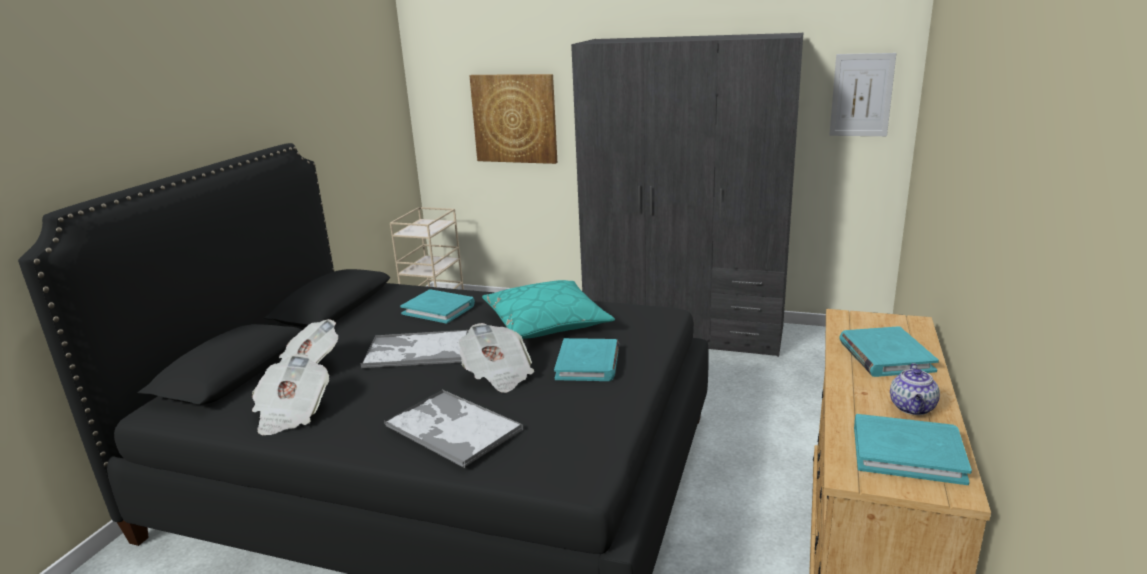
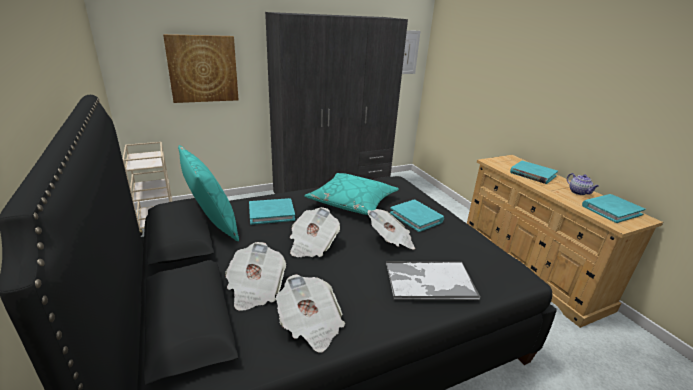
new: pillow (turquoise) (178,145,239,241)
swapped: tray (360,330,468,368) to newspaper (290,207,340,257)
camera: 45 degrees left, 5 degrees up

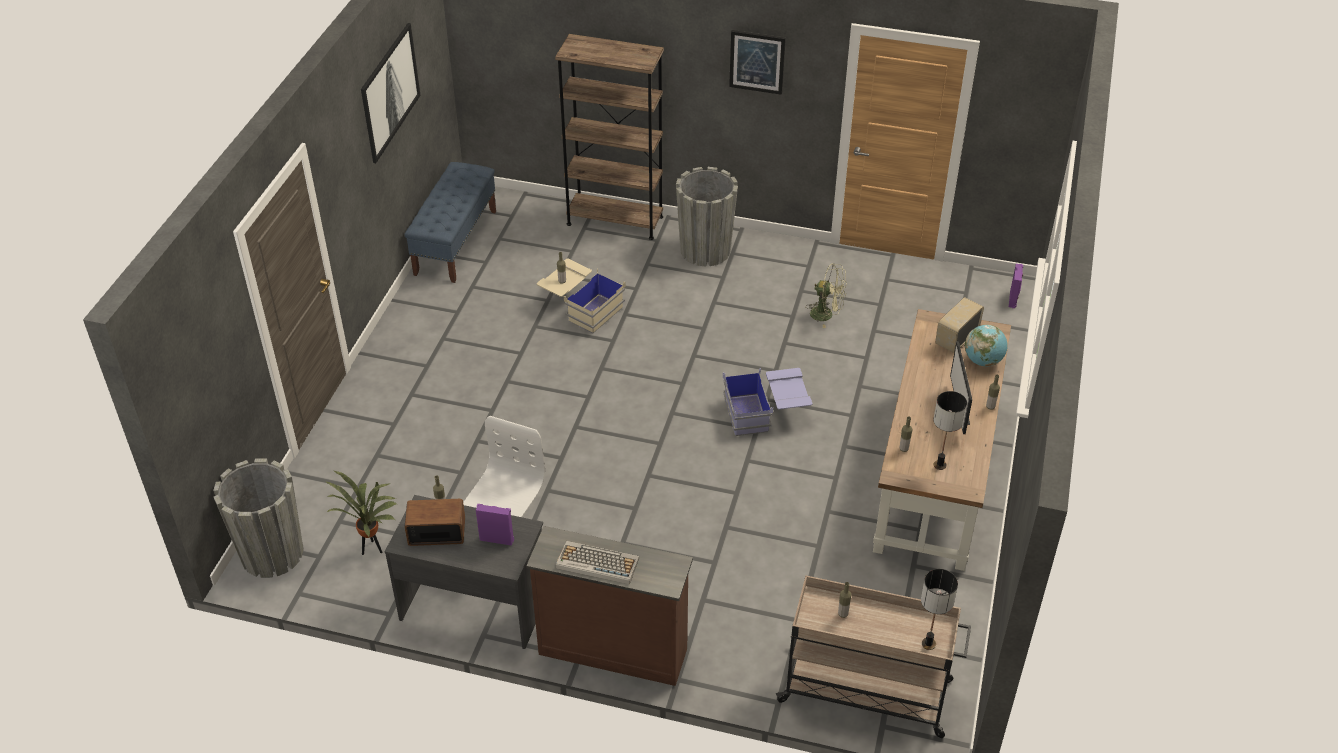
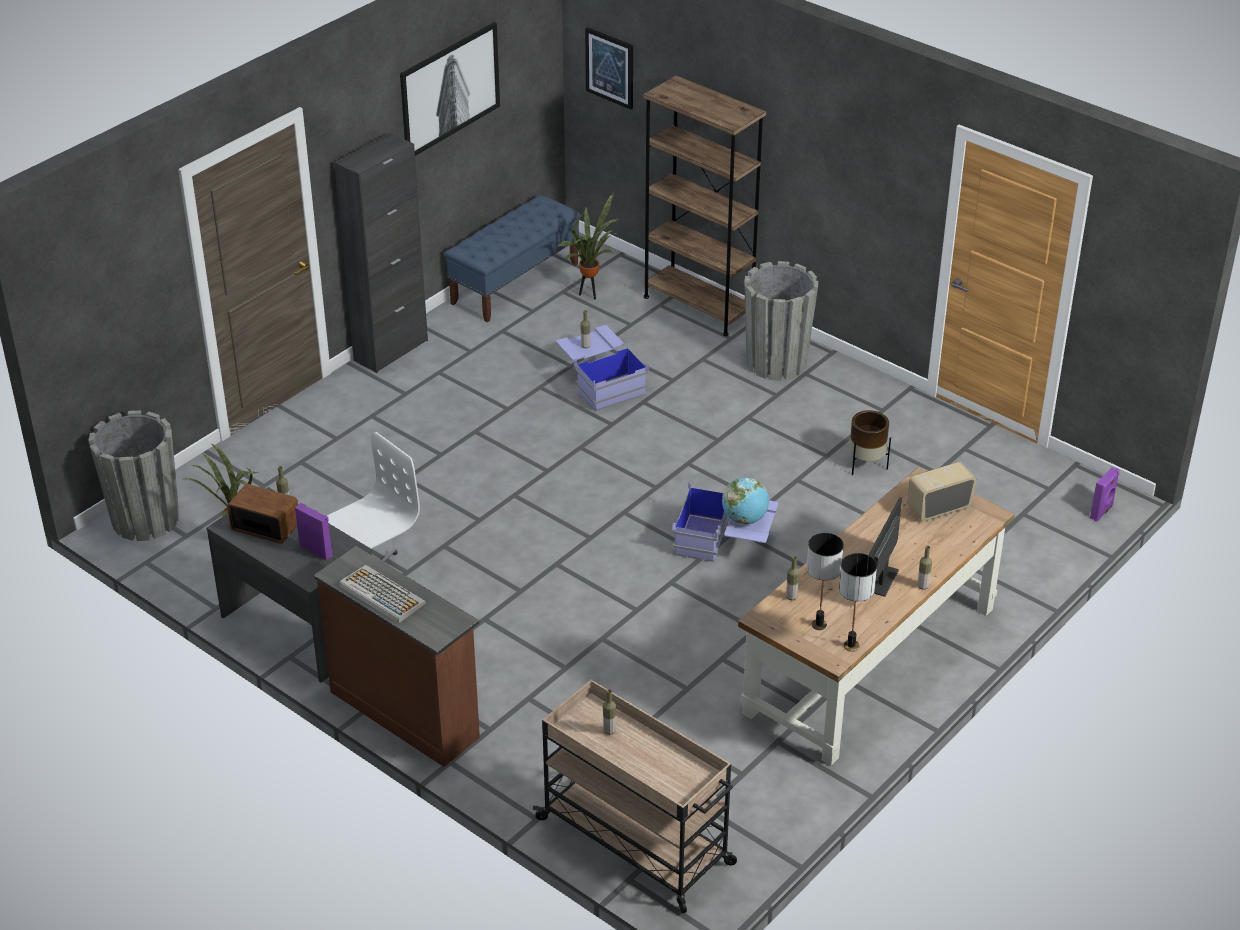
new: cabinet (black) (334,133,428,373); potted plant (557,193,619,299)
shifted: picture (729,30,786,95) to (585,27,633,110); table lamp (921,569,958,650) to (839,553,877,651); globe (965,325,1008,367) to (722,478,769,524)
swapped: fan (green) (805,263,847,328) to planter (brown) (849,410,891,475)
repainted: storage box (beige) (537,259,626,333) to storage box (blue) (556,325,649,411)
camera: 25 degrees right, 5 degrees down

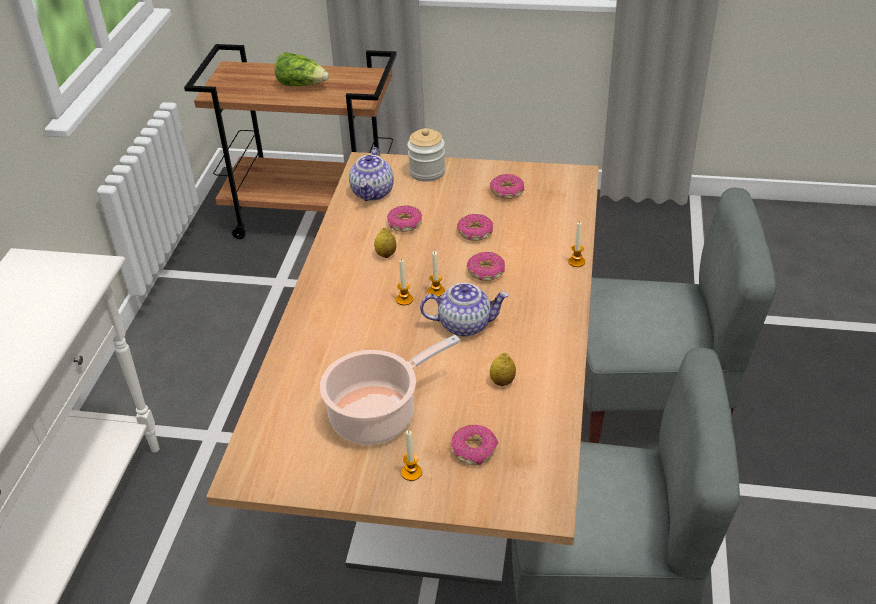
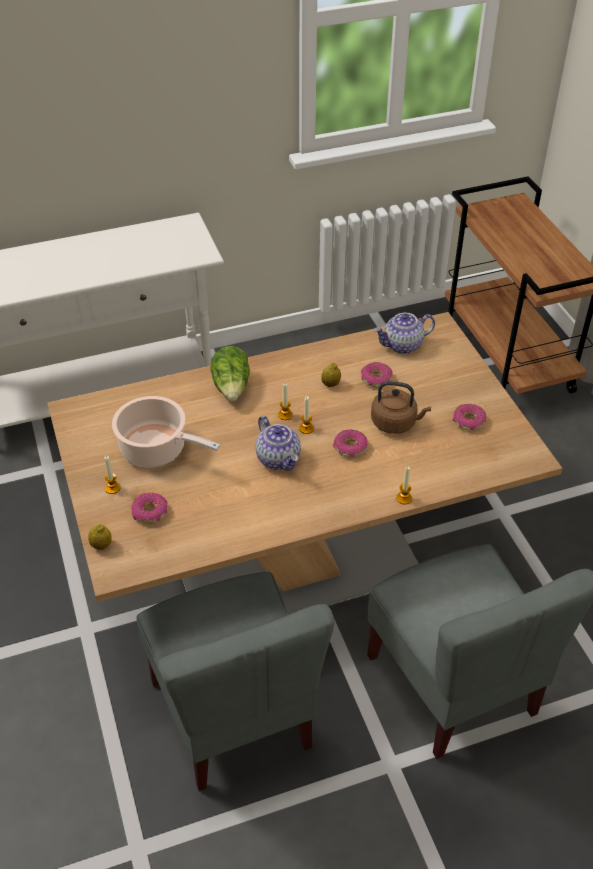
gone: jar (407,128,446,182)
shifted: lettuce (275,52,329,86) to (211,346,250,401); lemon (490,353,516,386) to (88,524,112,550)
swapped: donut (457,214,493,241) to kettle (brown) (371,381,431,434)
camera: 60 degrees right, 5 degrees up

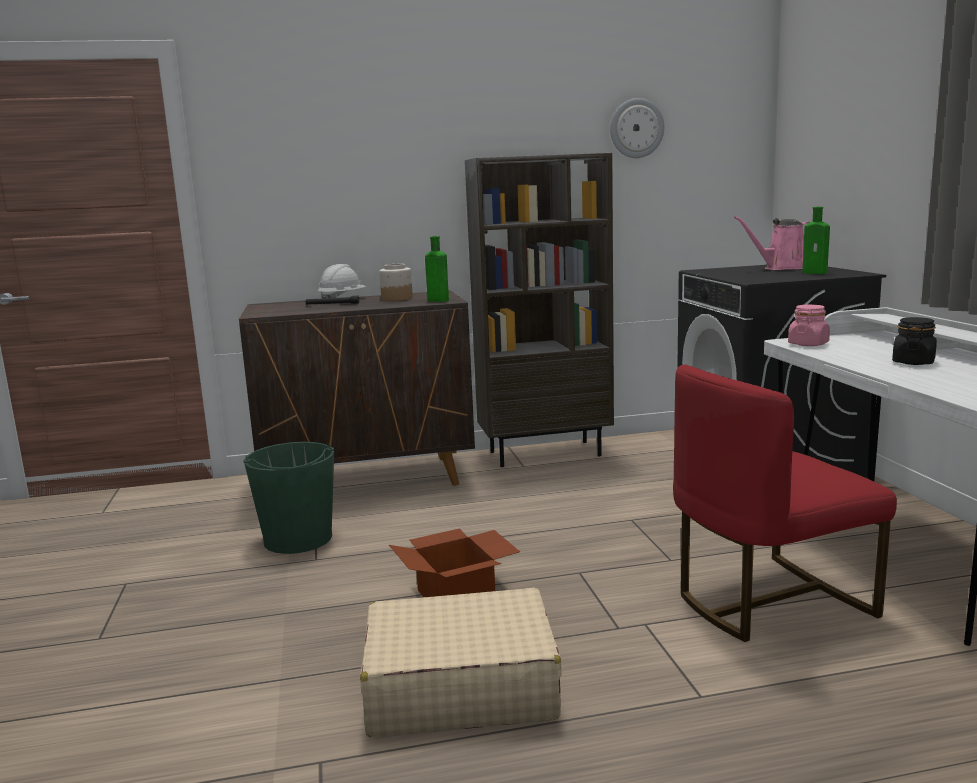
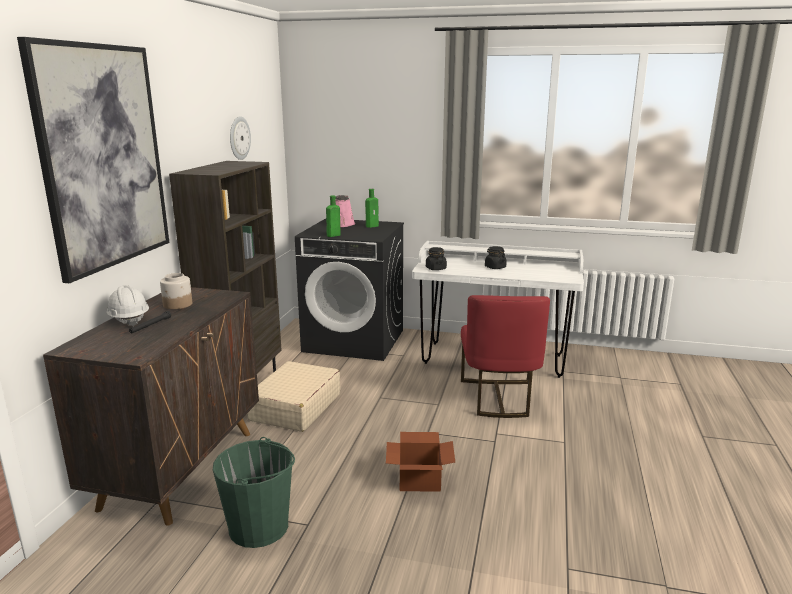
new: picture (17,37,169,283)
shifted: suitcase (beige) (360,588,561,737) to (247,361,340,432); bottle (green) (425,236,449,302) to (326,196,340,237)
repainted: jar (pink) (788,305,830,346) to jar (black) (426,247,447,270)
camera: 65 degrees left, 5 degrees up

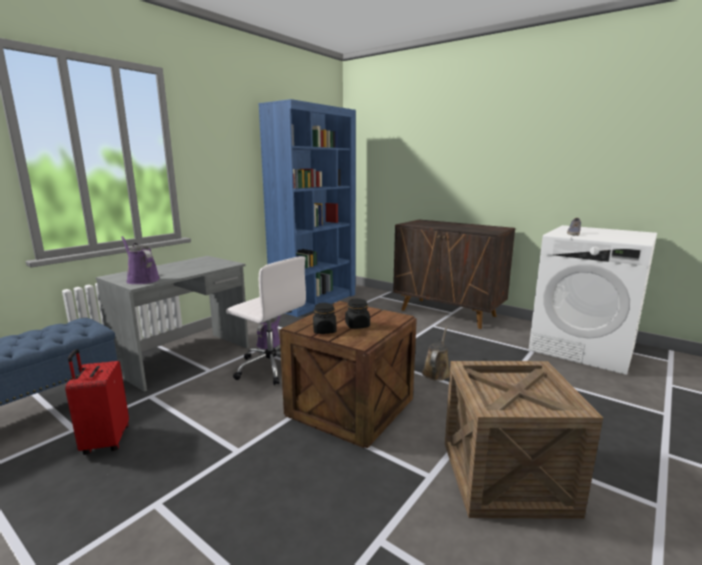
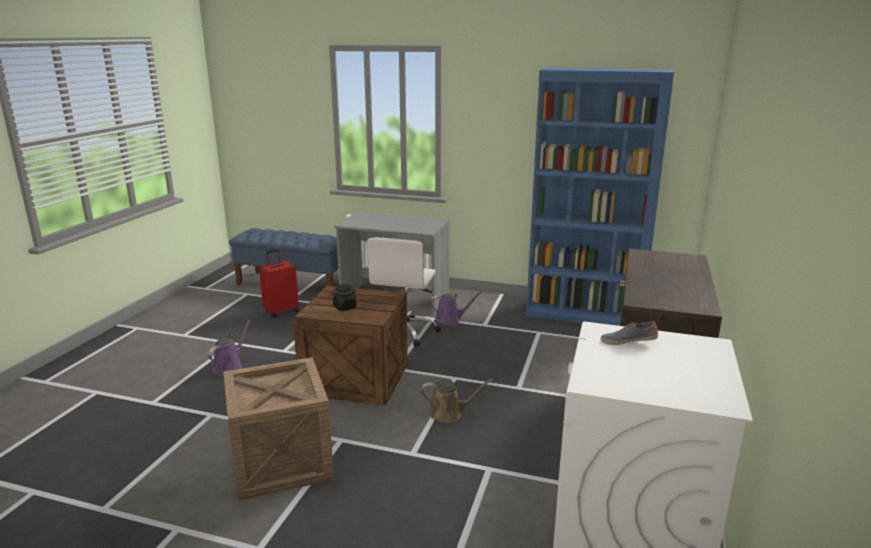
gone: jar (black) (313,303,336,334)
shifted: watering can (purple) (121,236,160,284) to (208,320,251,375)
camera: 70 degrees right, 5 degrees up

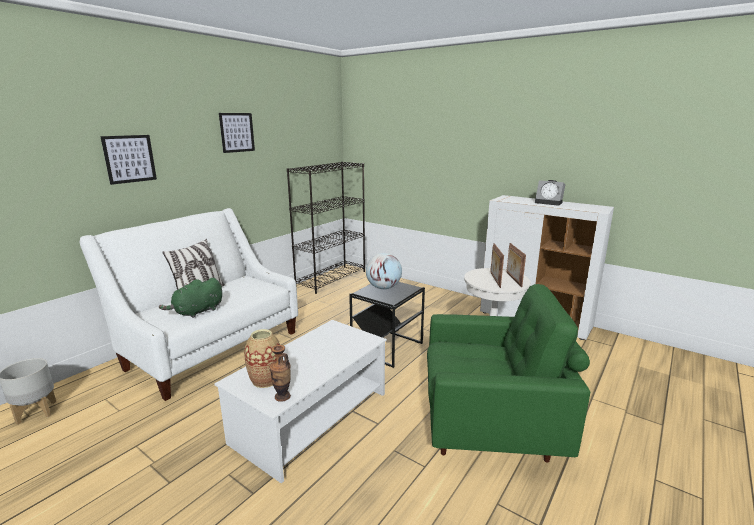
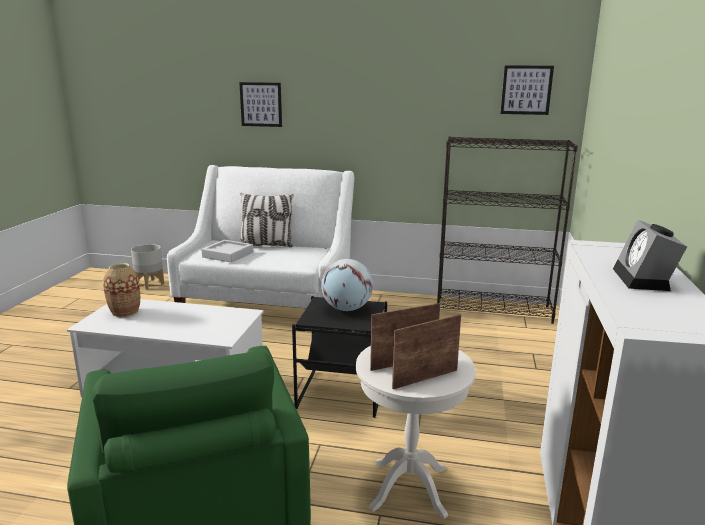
gone: vase (269,345,291,402)
shifted: picture (219,113,255,153) to (501,65,554,115)
swapped: plush toy (green) (159,278,222,318) to tray (grey) (201,240,253,263)
camera: 65 degrees right, 0 degrees up

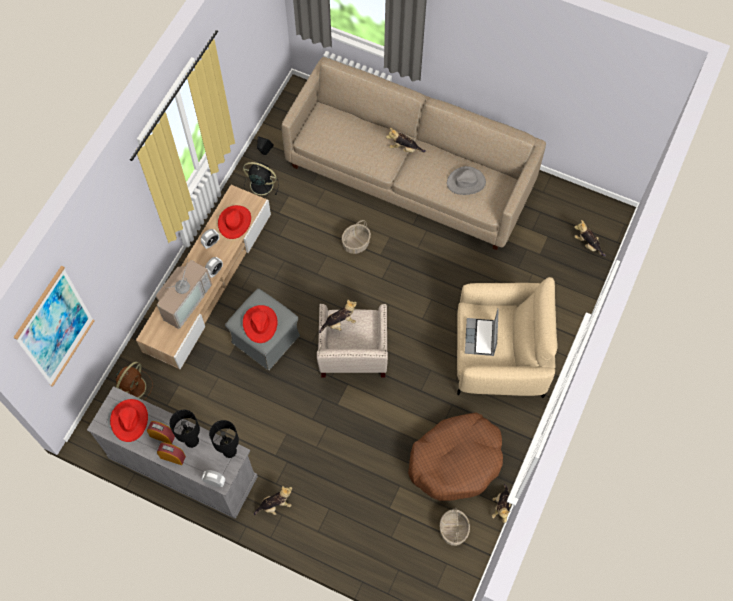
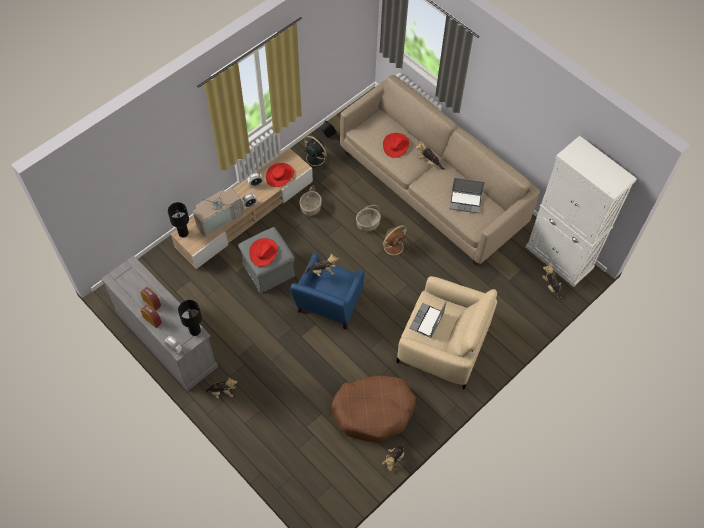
gone: picture (13,266,95,387)
new: cabinet (white) (526,136,637,287)
shifted: hat (red) (110,399,148,442) to (383,133,410,158); fan (brown) (116,362,153,400) to (379,225,409,259); table lamp (black) (170,410,200,448) to (168,202,189,237); basket (440,509,470,546) to (299,185,322,216)
swapped: hat (grey) (447,166,486,195) to laptop (449,177,485,213)
repainted: armchair (beige) (317,304,388,378) to armchair (blue) (290,253,364,330)
camera: 20 degrees right, 5 degrees down

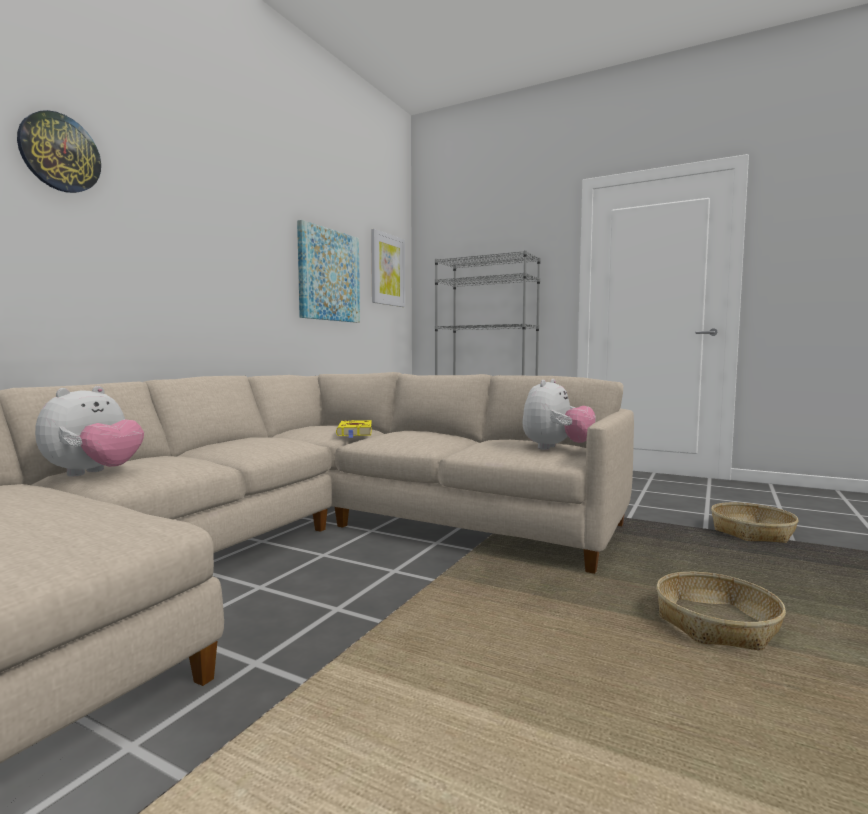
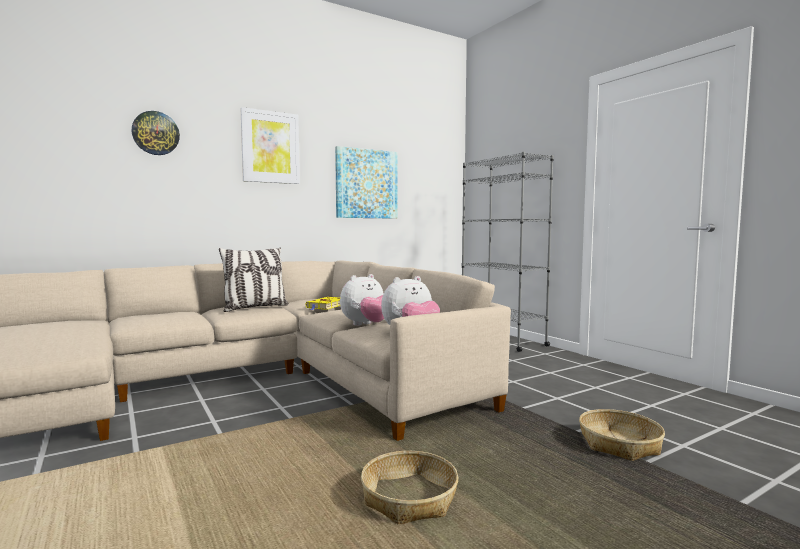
new: pillow (219,248,289,312)
shifted: plush toy (35,386,144,477) to (340,274,384,326); picture (371,229,405,307) to (241,107,300,184)
camera: 30 degrees right, 0 degrees up

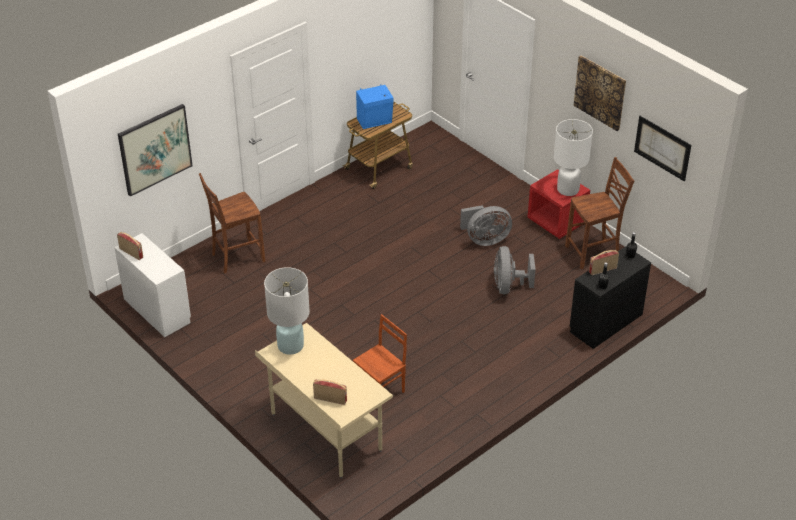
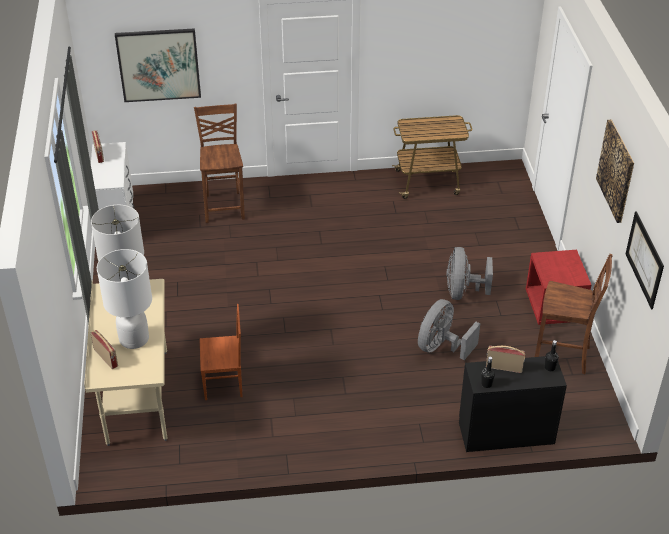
gone: speaker (blue) (356,84,394,129)
shifted: table lamp (white) (553,119,593,196) to (97,249,152,349)
rotated: chair (brown) (199,173,265,273) = (194,104,245,223) 75 degrees clockwise; fan (grey) (460,205,512,246) = (446,247,493,300) 75 degrees clockwise
camera: 35 degrees right, 0 degrees up

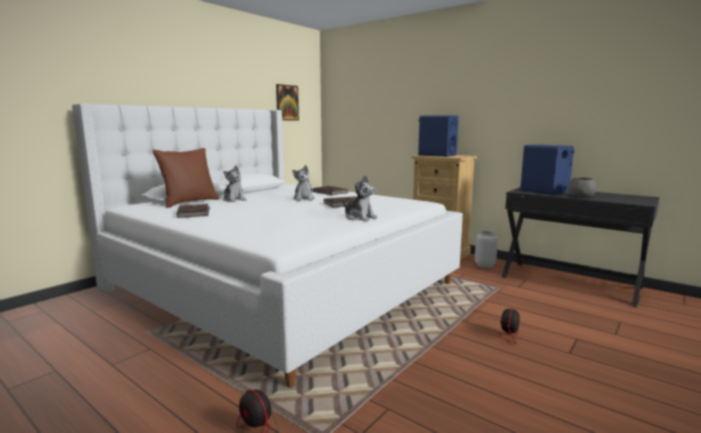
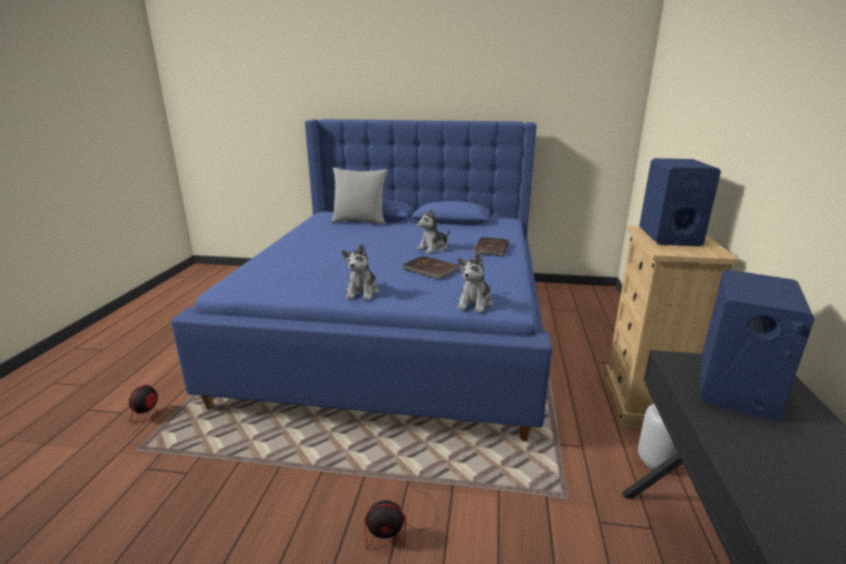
gone: book (brown) (177,204,210,218); picture (276,84,299,120); bowl (grey) (568,178,597,198)
shifted: plush toy (223,165,247,202) to (457,253,493,313)
repainted: bed (white) (72,104,463,388) to bed (blue) (171,119,552,441); pillow (brown) (152,148,219,208) to pillow (grey) (331,167,387,225)
camera: 60 degrees right, 10 degrees up

